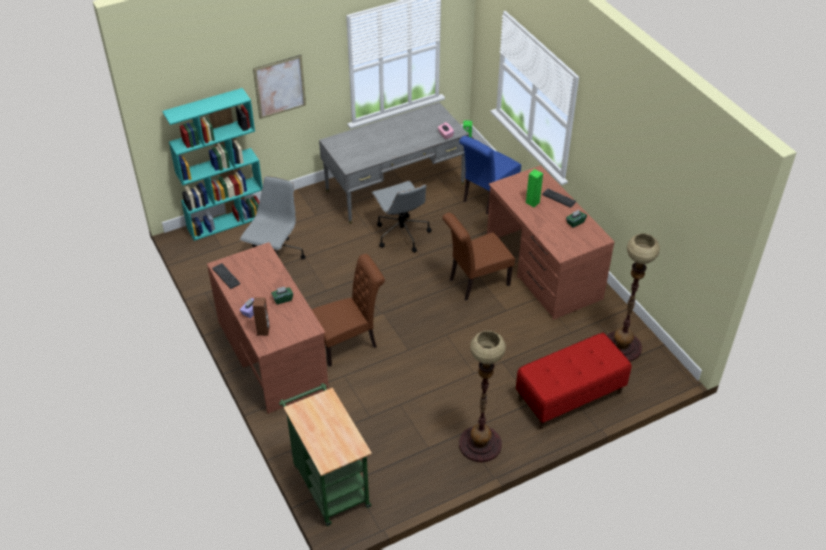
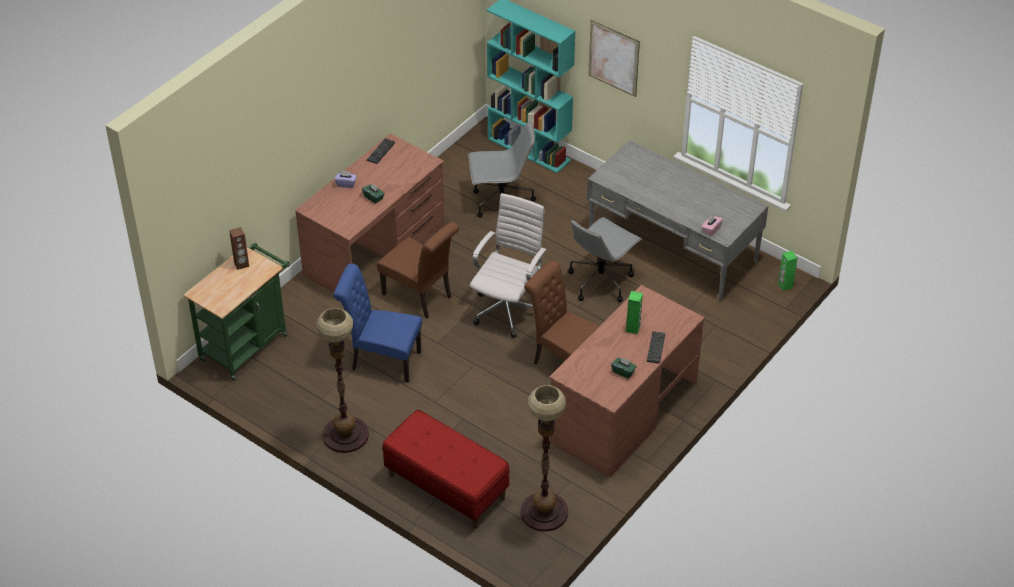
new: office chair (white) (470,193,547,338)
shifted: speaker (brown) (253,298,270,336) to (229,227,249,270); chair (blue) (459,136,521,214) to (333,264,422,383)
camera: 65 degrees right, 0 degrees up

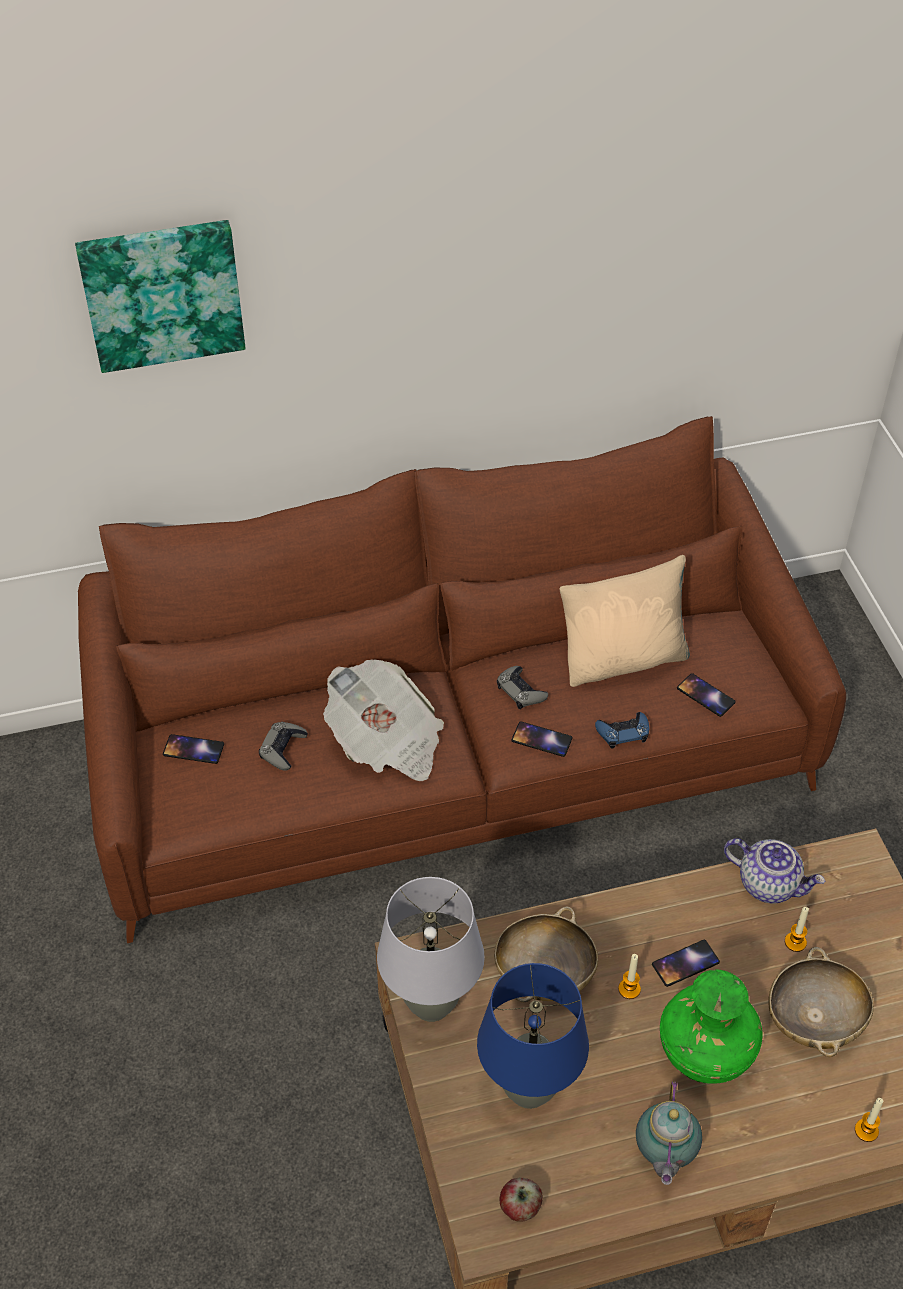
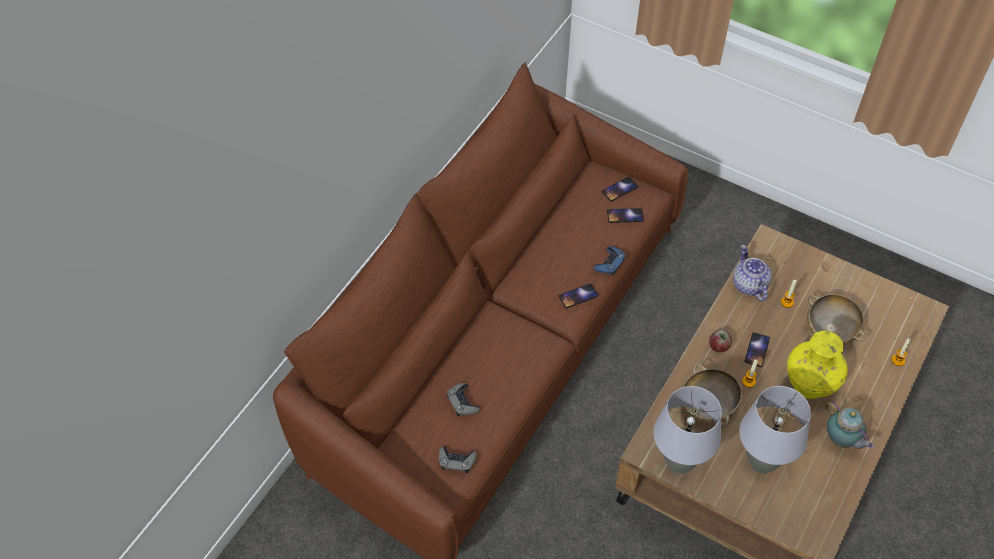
gone: picture (75,220,246,373); newspaper (323,660,444,781); pillow (beige) (559,555,690,687)
shifted: phone (163,734,224,764) to (602,177,638,202); game controller (grey) (497,666,548,709) to (439,446,477,473); apple (499,1178,543,1222) to (709,329,732,352)
repainted: table lamp (blue) (477,963,589,1109) to table lamp (grey) (739,386,811,474); vase (green) (660,970,763,1084) to vase (yellow) (787,331,848,399)
rotated: teapot (724,838,825,904) = (733,245,772,302) 90 degrees counterclockwise
camera: 45 degrees left, 5 degrees up

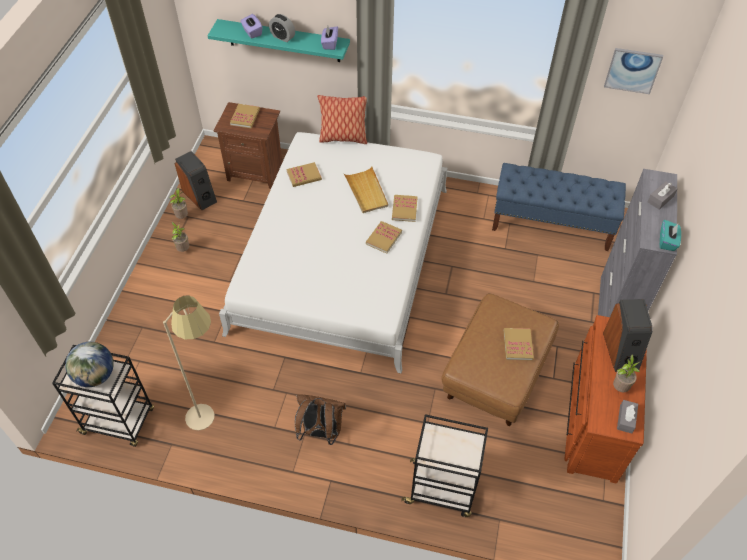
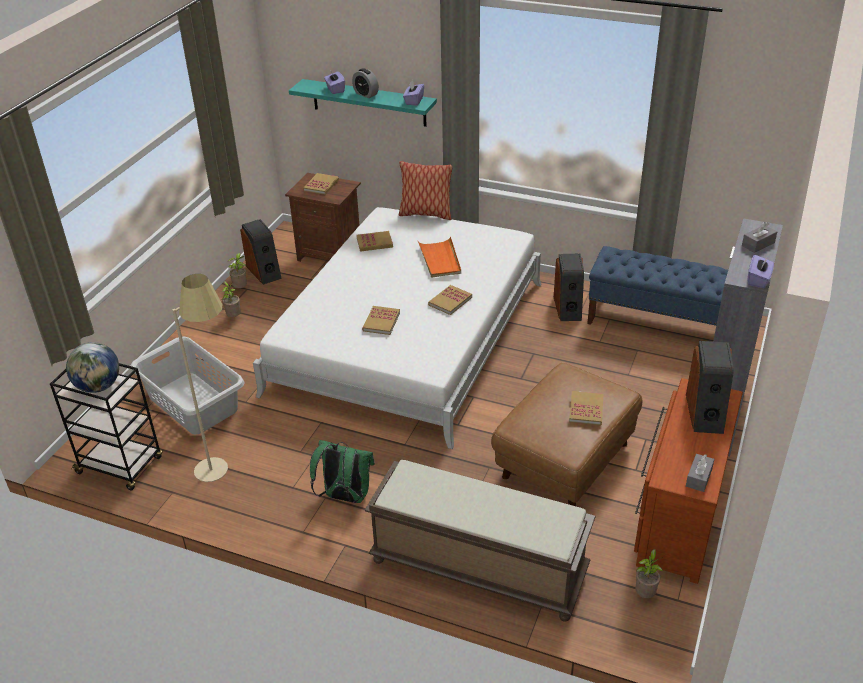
gone: picture (604,48,663,94)
new: laundry basket (grey) (131,337,245,434); speaker (554,254,584,321)
shifted: book (392,195,418,222) to (362,306,400,335); potted plant (613,354,641,392) to (635,549,663,598)
swapped: cart (black) (401,414,488,517) to bench (brown) (364,460,596,622)
repainted: backpack (brown) (295,394,346,445) to backpack (green) (310,440,375,503); tray (beige) (343,166,388,213) to tray (orange) (418,237,461,278); tissue box (turquoise) (660,220,681,251) to tissue box (purple) (748,255,774,288)
camera: 10 degrees right, 15 degrees down

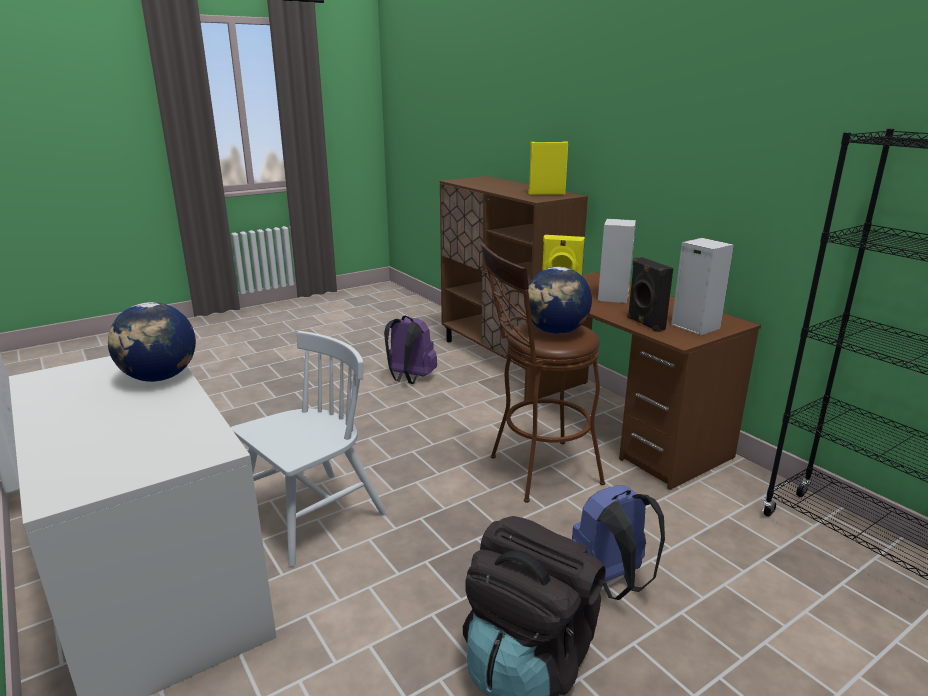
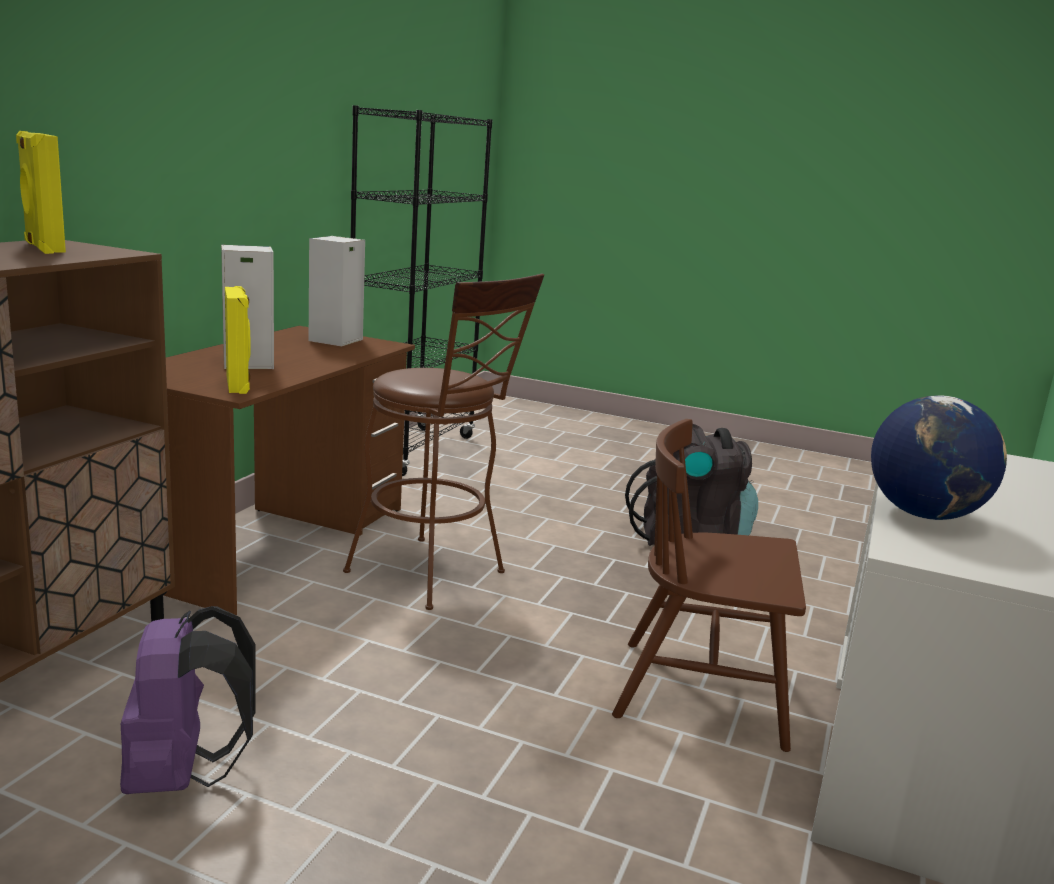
gone: globe (524,267,592,334); backpack (blue) (572,485,665,600); speaker (black) (627,257,673,332)
repainted: chair (white) (231,331,387,567) to chair (brown) (612,419,806,752)
camera: 125 degrees left, 5 degrees down

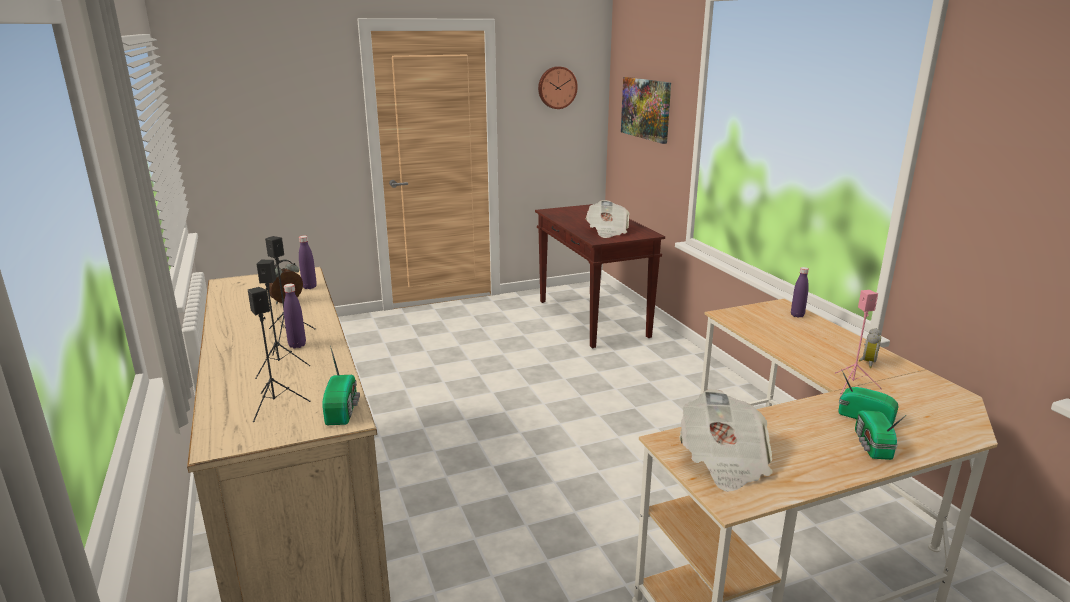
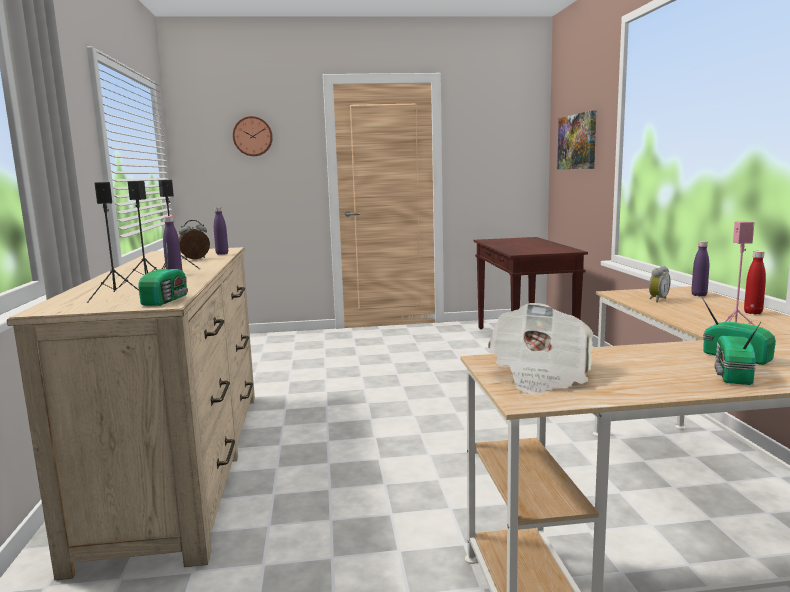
gone: newspaper (586,200,629,238)
new: bottle (red) (744,251,766,314)
shifted: wall clock (538,66,578,109) to (233,116,273,156); alarm clock (858,328,881,368) to (649,266,670,302)
camera: 15 degrees right, 10 degrees down

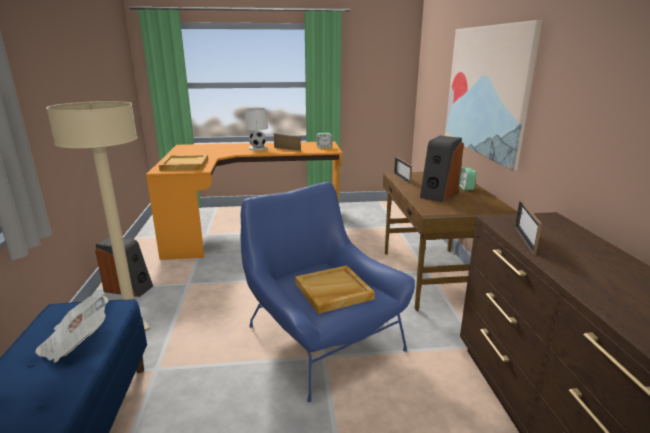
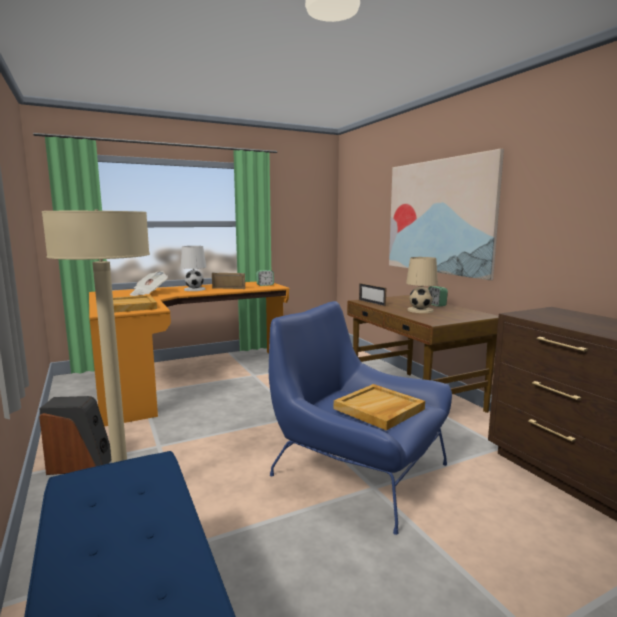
gone: picture frame (515,200,542,254)
shifted: newspaper (35,296,109,363) to (130,271,168,296)
swapped: speaker (420,136,464,202) to table lamp (beige) (406,257,438,313)
camera: 20 degrees left, 10 degrees down

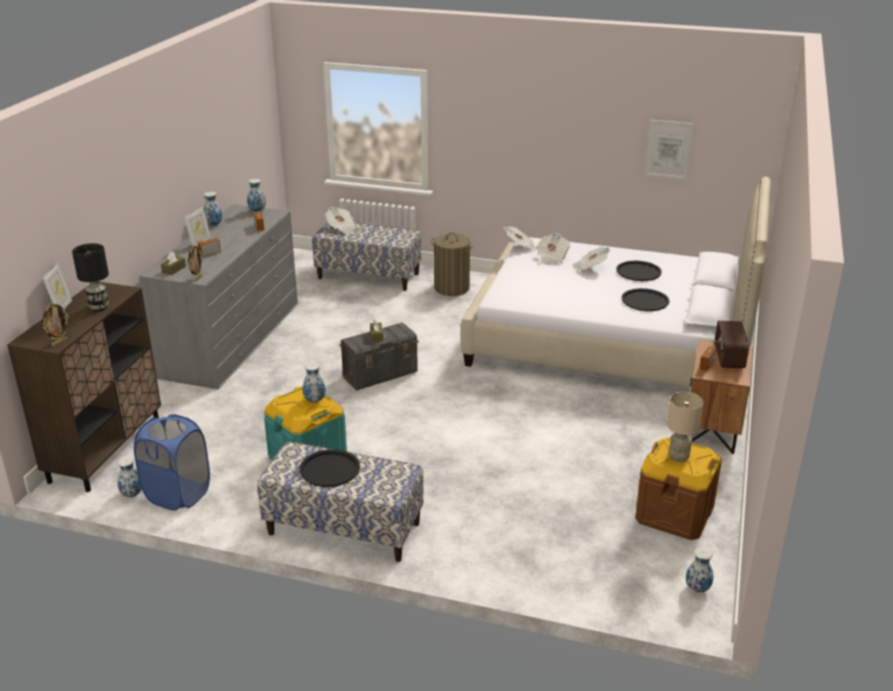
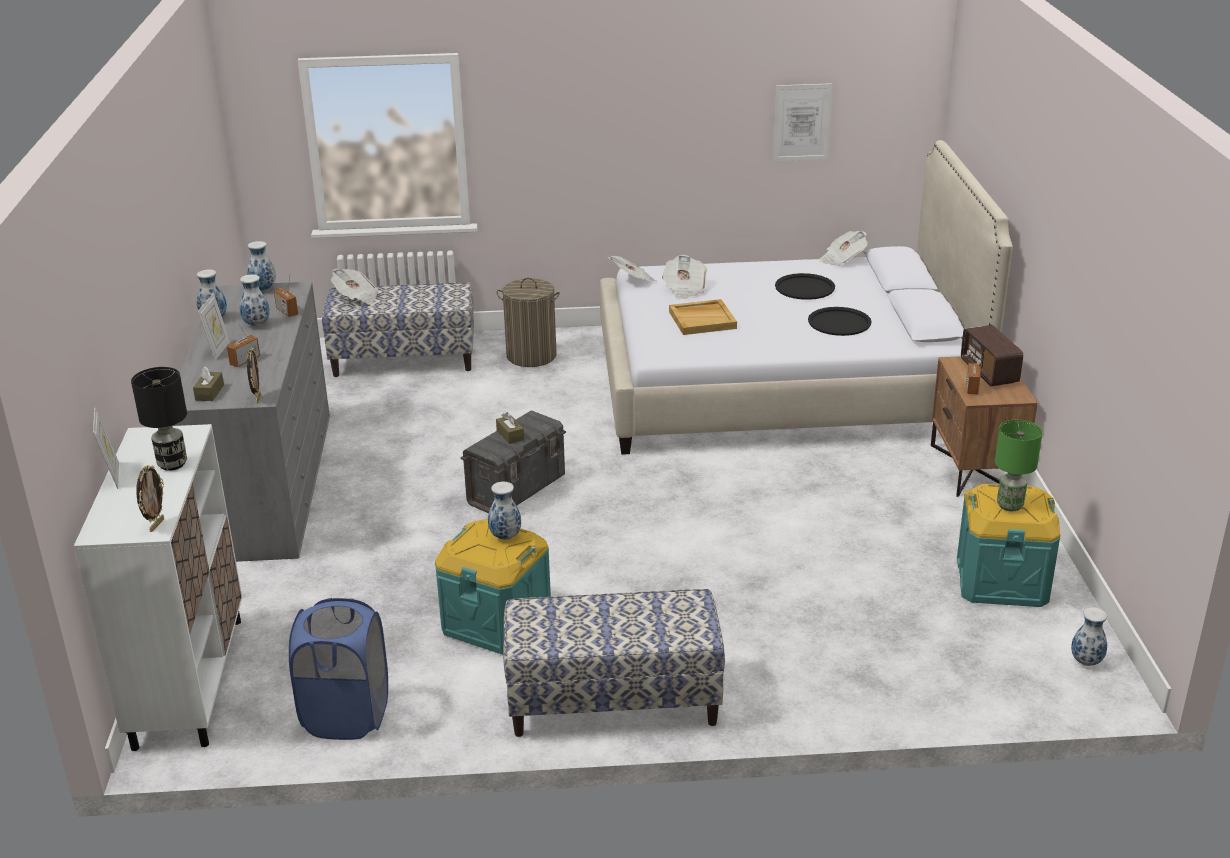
gone: tray (black) (300,449,360,487)
new: tray (beige) (669,299,737,335)
shifted: vase (118,457,142,497) to (240,274,270,327); newspaper (572,247,611,272) to (819,231,868,266)
repainted: cabinet (brown) (7,282,161,492) to cabinet (white) (74,424,242,751); storage box (brown) (635,437,722,540) to storage box (turquoise) (957,484,1060,607); table lamp (beige) (667,392,703,462) to table lamp (green) (995,420,1043,511)
camera: 20 degrees left, 0 degrees up

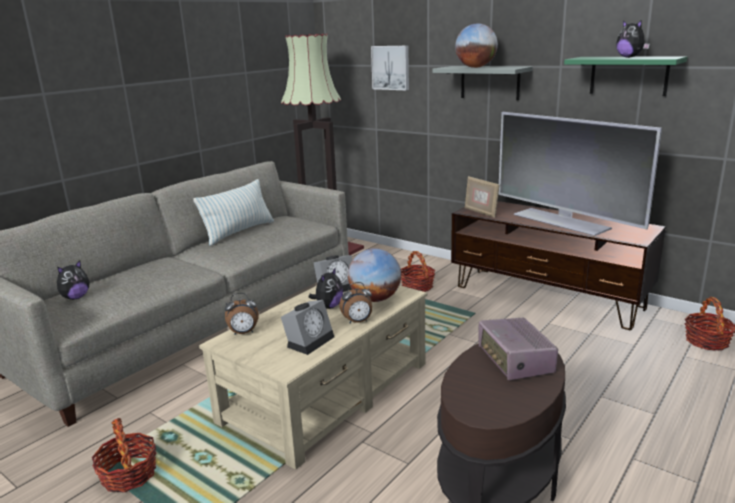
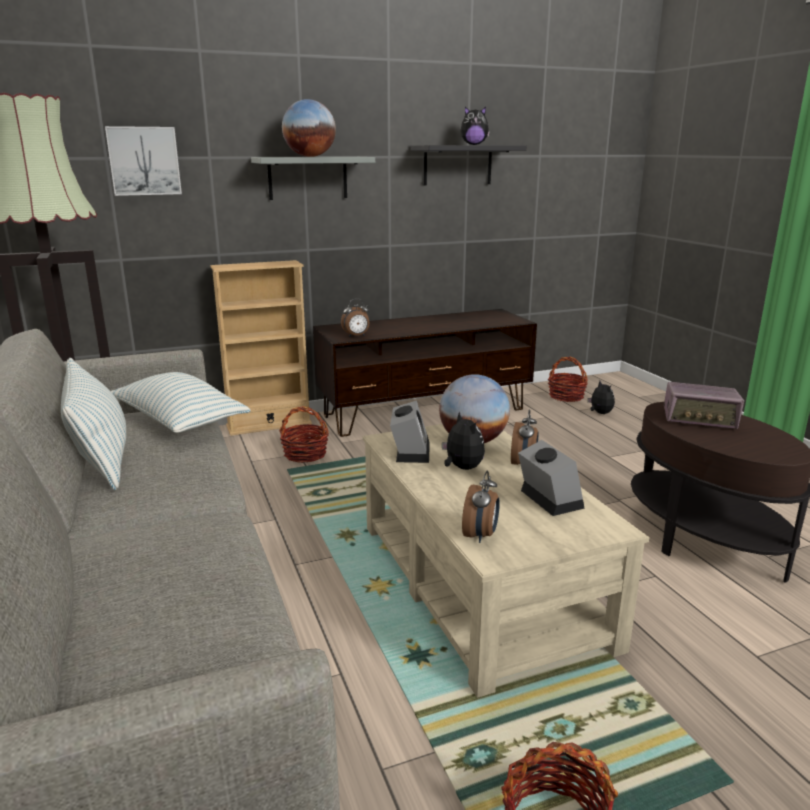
gone: television (498,112,662,236)
new: pillow (111,372,251,433); bookcase (beige) (210,260,312,436)
shifted: plush toy (57,261,89,300) to (588,381,615,414)
swapped: picture frame (465,176,499,218) to alarm clock (341,299,369,337)
repainted: shelf (green) (564,56,687,96) to shelf (black) (411,145,527,186)
camera: 60 degrees left, 0 degrees up

